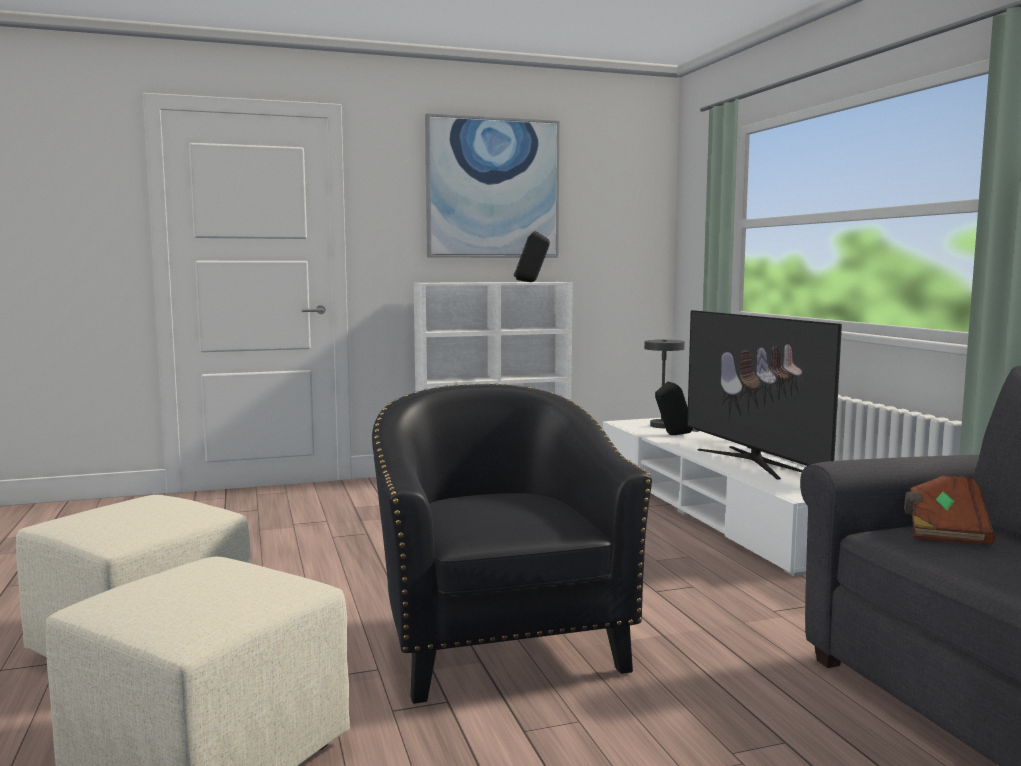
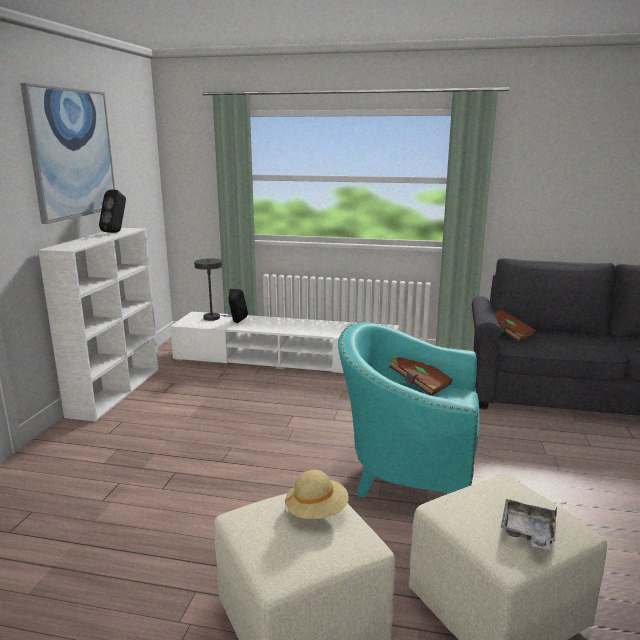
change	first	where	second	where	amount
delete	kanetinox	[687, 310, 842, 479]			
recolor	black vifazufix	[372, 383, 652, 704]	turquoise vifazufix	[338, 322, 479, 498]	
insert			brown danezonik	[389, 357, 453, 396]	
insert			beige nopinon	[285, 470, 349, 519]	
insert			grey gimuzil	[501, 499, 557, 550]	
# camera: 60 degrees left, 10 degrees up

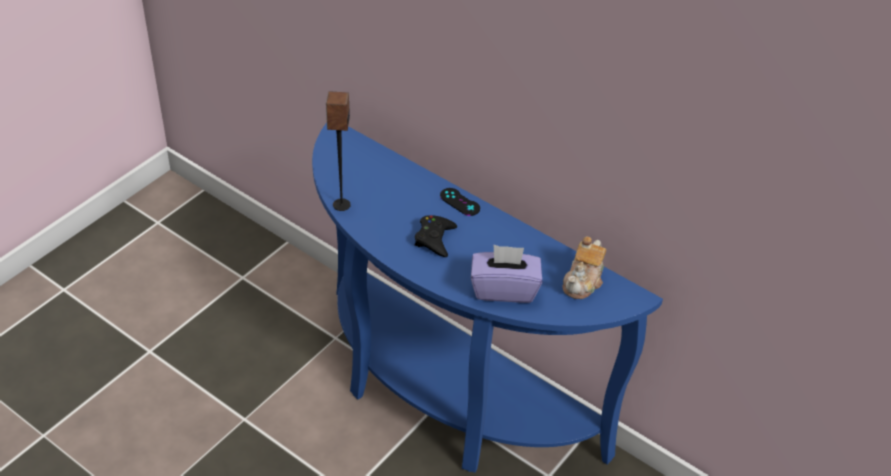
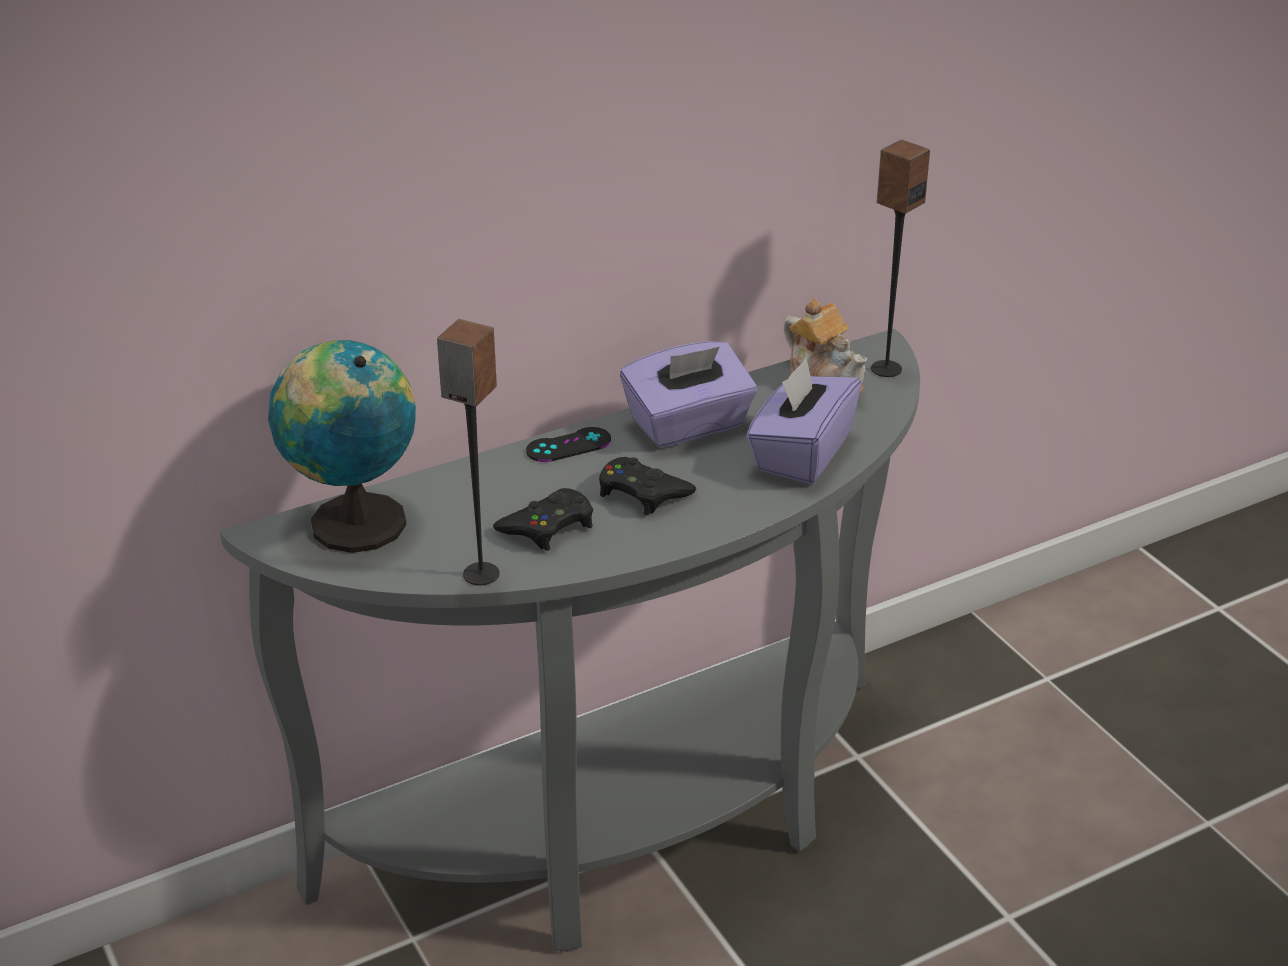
change	first	where	second	where	amount
recolor	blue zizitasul	[312, 123, 663, 473]	grey zizitasul	[220, 329, 920, 952]	
insert			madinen	[871, 140, 930, 377]	
insert			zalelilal	[268, 340, 416, 553]	
insert			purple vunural	[620, 341, 757, 448]	
insert			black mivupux	[493, 488, 593, 551]	
# camera: 65 degrees left, 10 degrees down

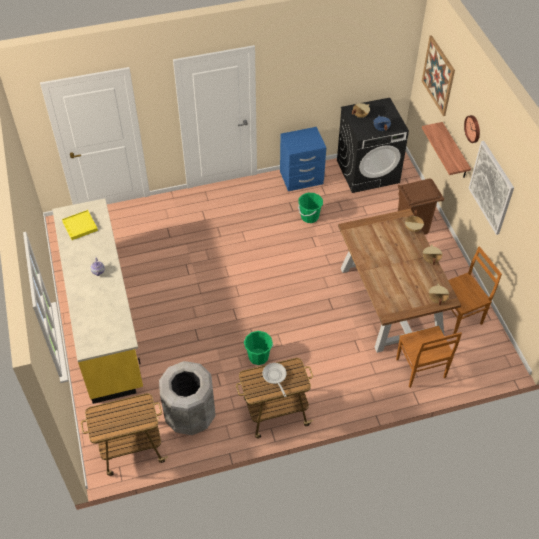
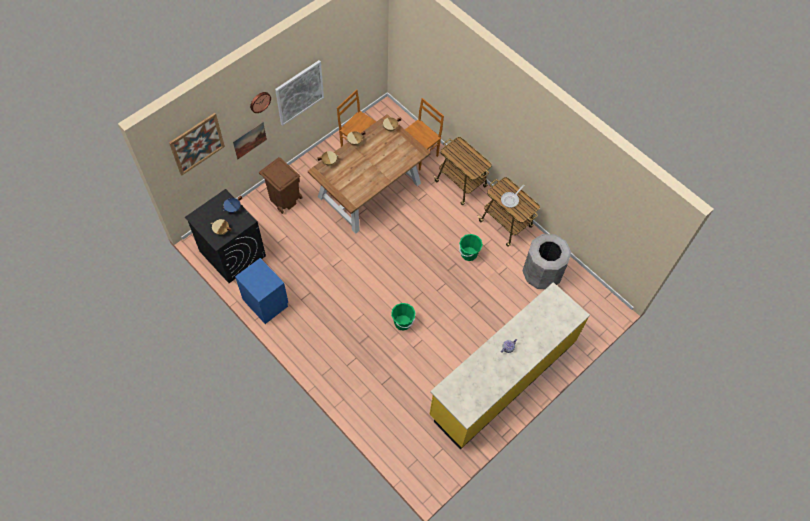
change	first	where	second	where	amount
replace	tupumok	[422, 122, 471, 178]	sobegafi	[233, 121, 267, 159]	
move	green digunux	[298, 193, 323, 223]		[391, 303, 416, 331]	
delete	yellow gimuzil	[62, 210, 98, 240]			
move	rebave	[81, 393, 168, 476]		[434, 137, 492, 205]	
# camera: 120 degrees left, 10 degrees up

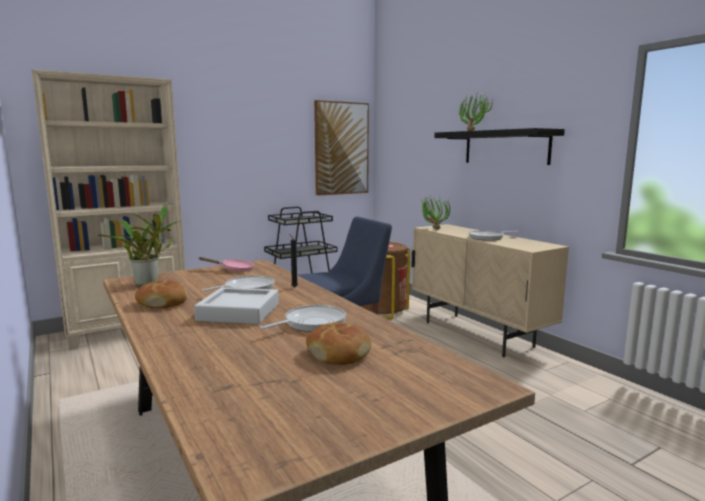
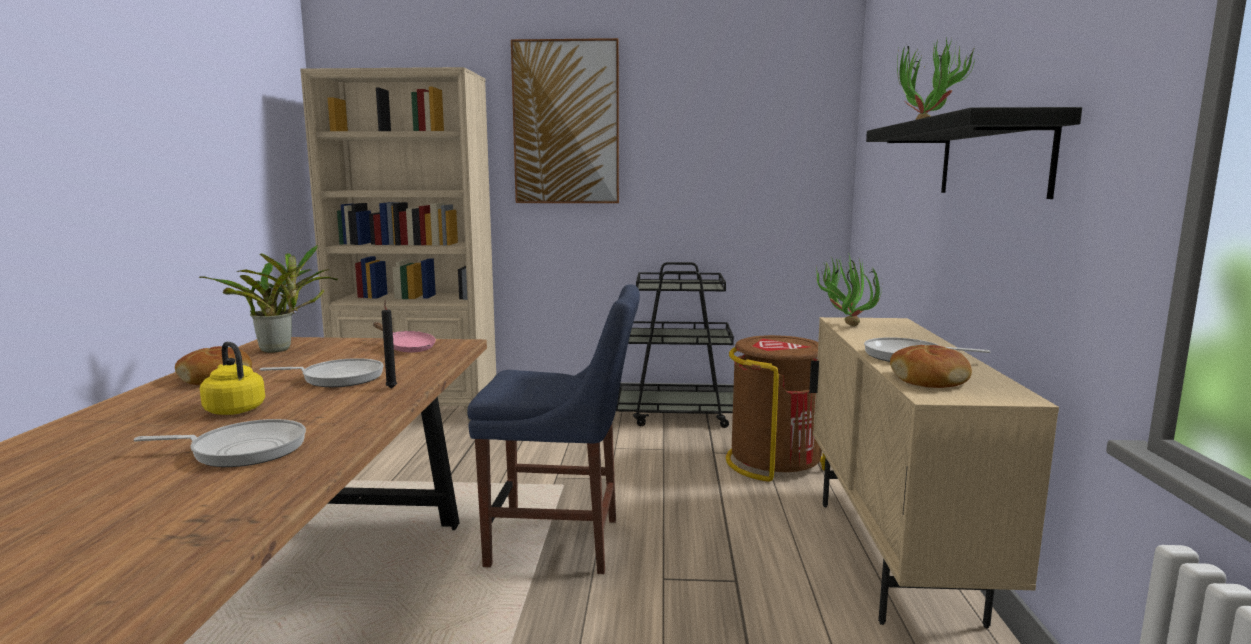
change	first	where	second	where	amount
move	sobegafi	[314, 100, 369, 196]		[511, 38, 619, 203]	
replace	grey gimuzil	[194, 287, 279, 324]	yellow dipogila	[200, 342, 265, 415]	
move	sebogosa	[306, 322, 371, 365]		[890, 345, 972, 388]	
# camera: 35 degrees right, 0 degrees up

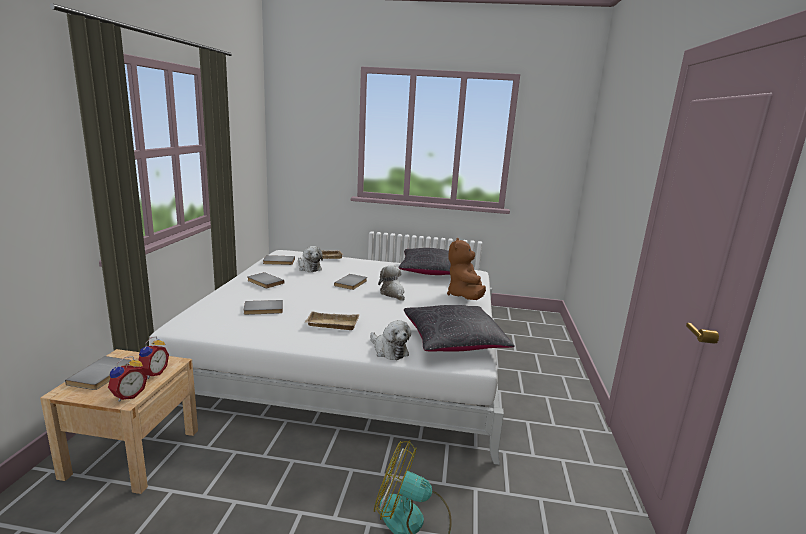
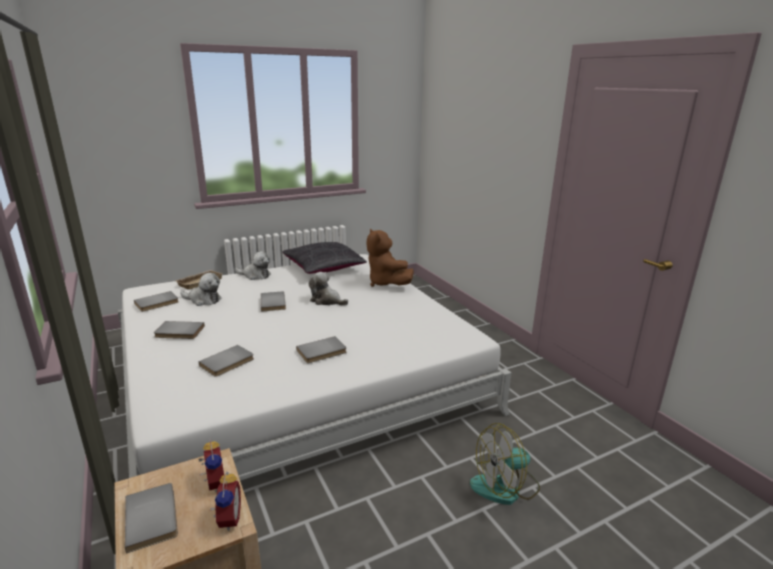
change	first	where	second	where	amount
delete	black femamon	[404, 305, 515, 352]			
replace	beige gimuzil	[305, 311, 360, 330]	grey danezonik	[296, 336, 346, 363]	
move	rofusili	[370, 320, 411, 360]		[235, 251, 271, 280]	
# camera: 35 degrees left, 5 degrees up

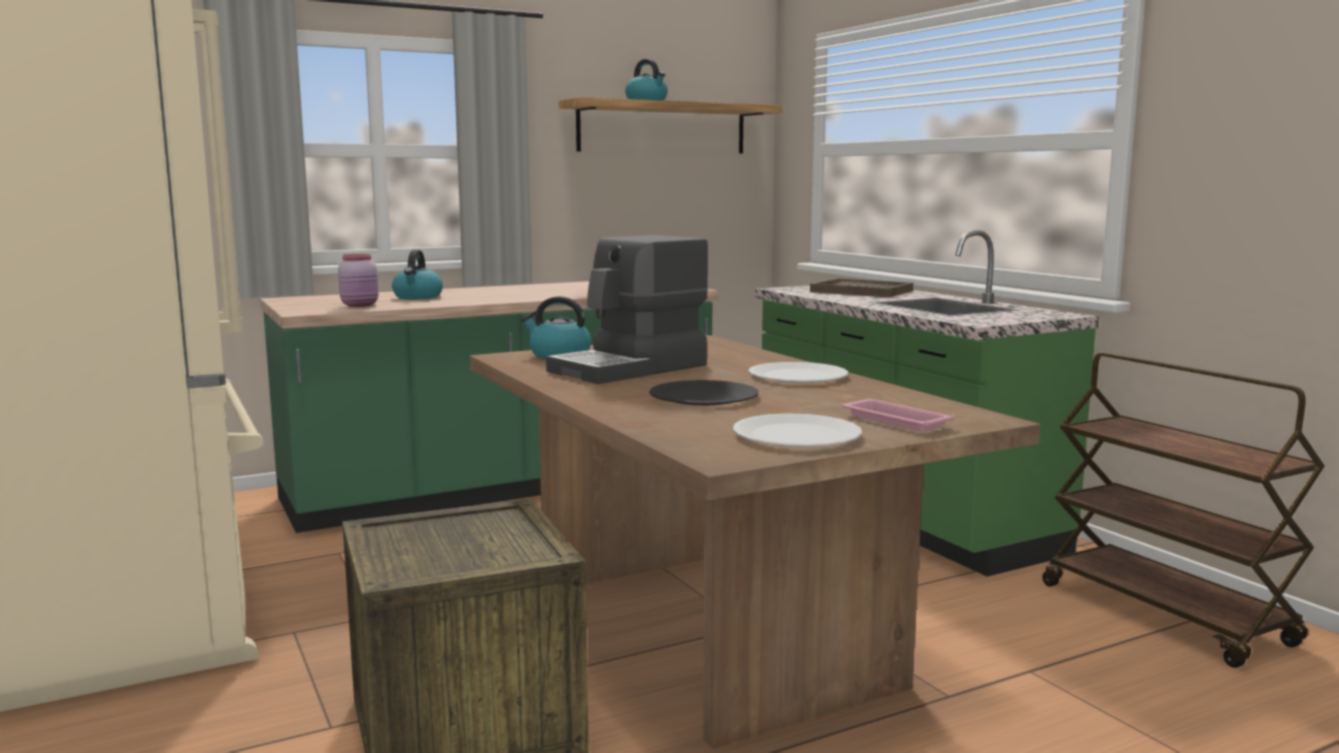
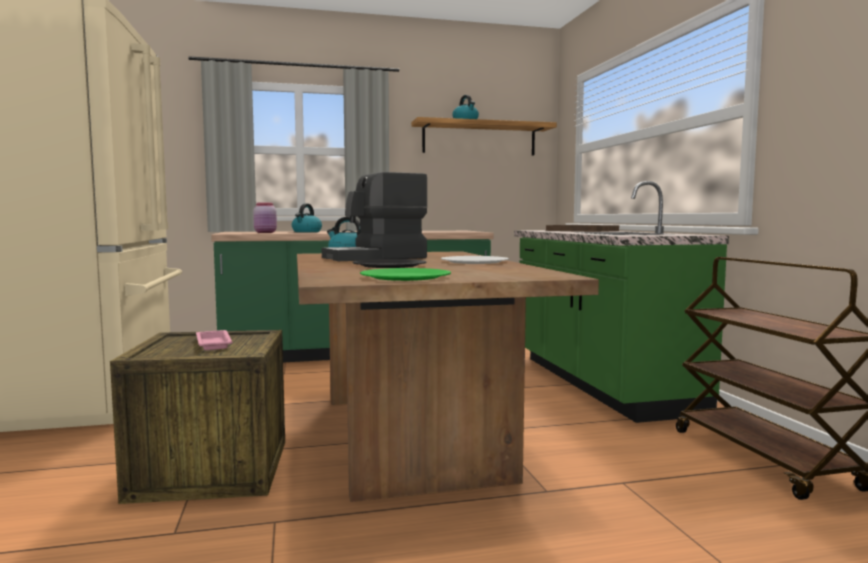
change	first	where	second	where	amount
move	pink gimuzil	[842, 399, 955, 432]		[196, 330, 233, 350]	
recolor	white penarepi	[733, 413, 862, 447]	green penarepi	[360, 268, 451, 281]	
# camera: 15 degrees right, 5 degrees down

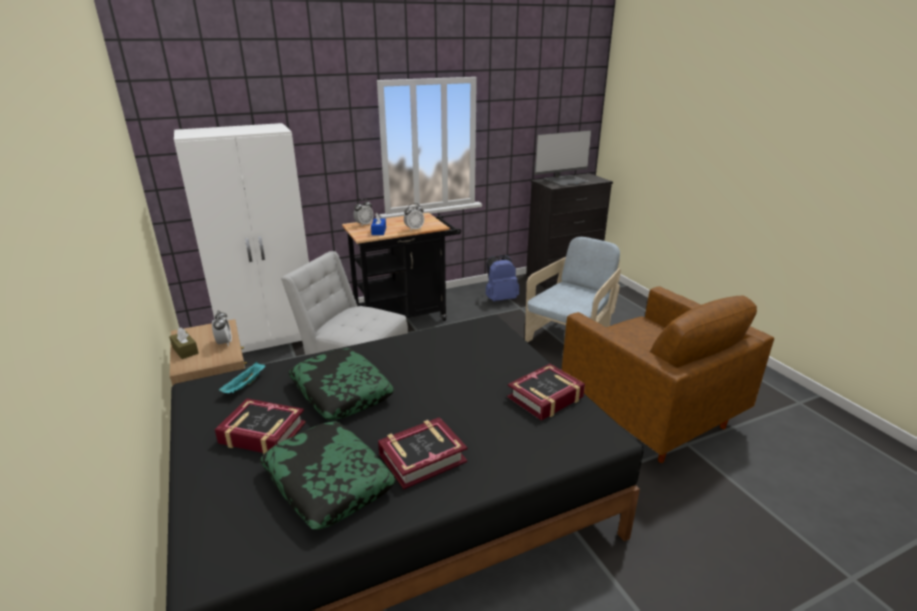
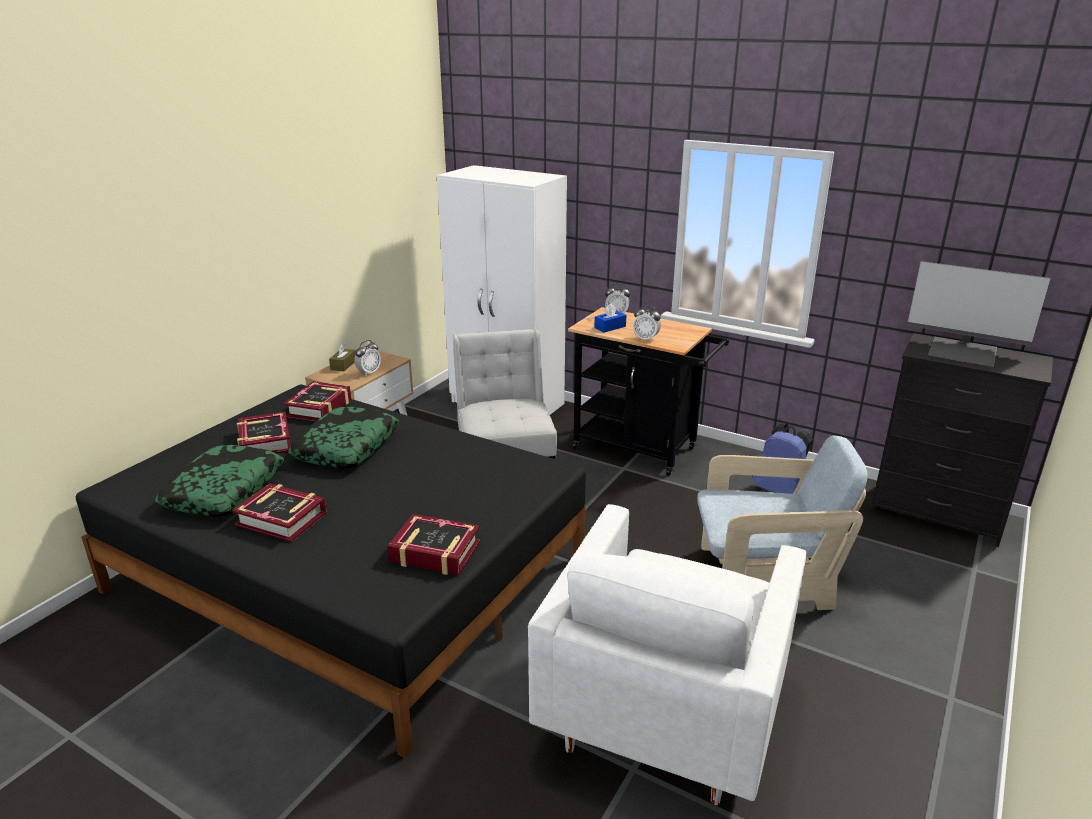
change	first	where	second	where	amount
recolor	brown vifazufix	[562, 286, 774, 463]	white vifazufix	[528, 504, 807, 805]	
replace	turquoise gimuzil	[219, 362, 265, 393]	danezonik	[283, 381, 352, 421]	
# camera: 55 degrees right, 0 degrees up

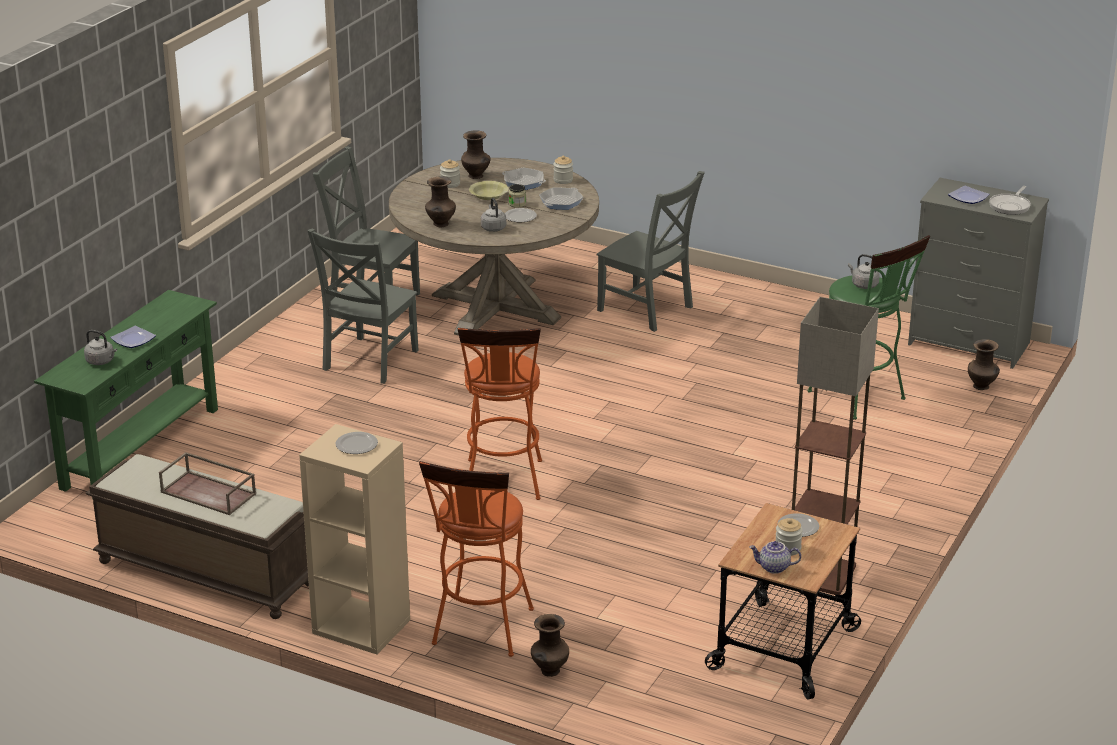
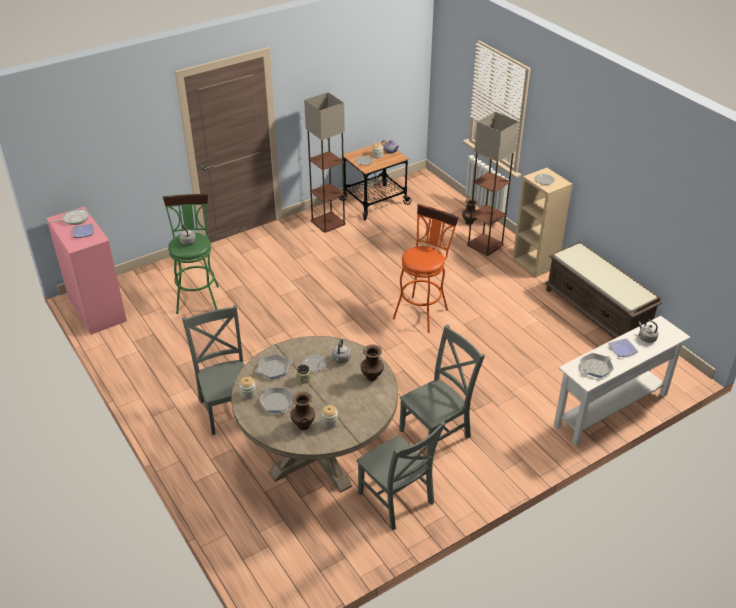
change	first	where	second	where	amount
recolor	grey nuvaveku	[908, 178, 1049, 369]	pink nuvaveku	[46, 207, 127, 335]	
delete	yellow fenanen	[469, 181, 509, 200]			
recolor	green zizitasul	[34, 290, 218, 499]	white zizitasul	[554, 316, 690, 446]	
delete	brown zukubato	[968, 339, 1000, 390]			
delete	brown gimuzil	[159, 452, 256, 515]			
replace	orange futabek	[419, 461, 534, 657]	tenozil	[467, 112, 519, 256]	
insert			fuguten	[580, 353, 614, 378]	
# camera: 150 degrees left, 10 degrees up

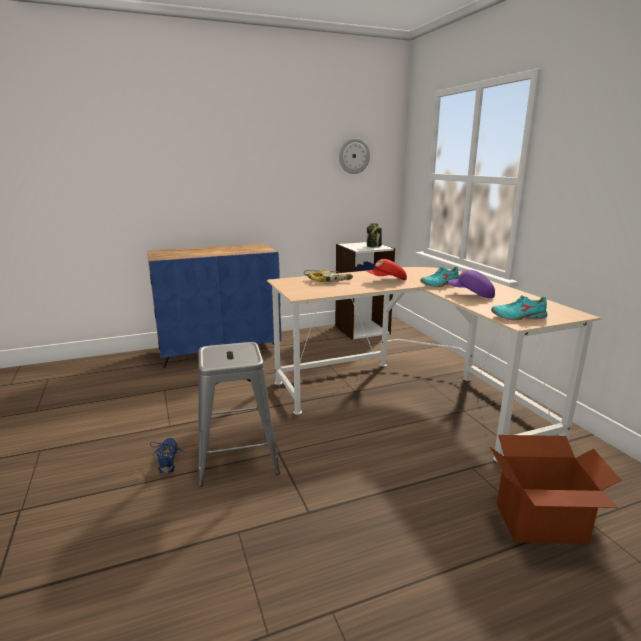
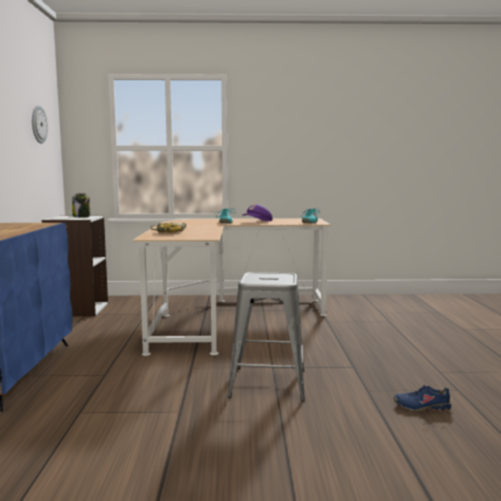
change	first	where	second	where	amount
delete	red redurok	[367, 259, 407, 280]			
delete	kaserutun	[490, 435, 622, 544]			
move	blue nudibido	[150, 438, 183, 474]		[394, 384, 451, 412]	
# camera: 70 degrees left, 10 degrees down

